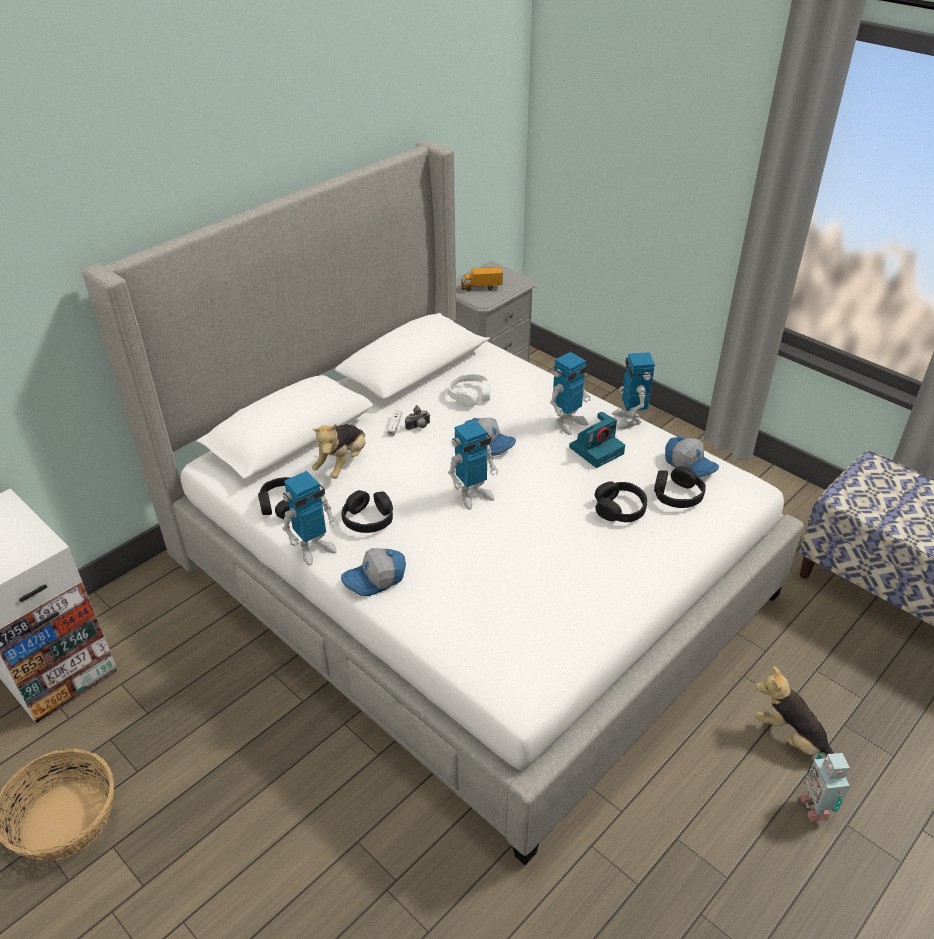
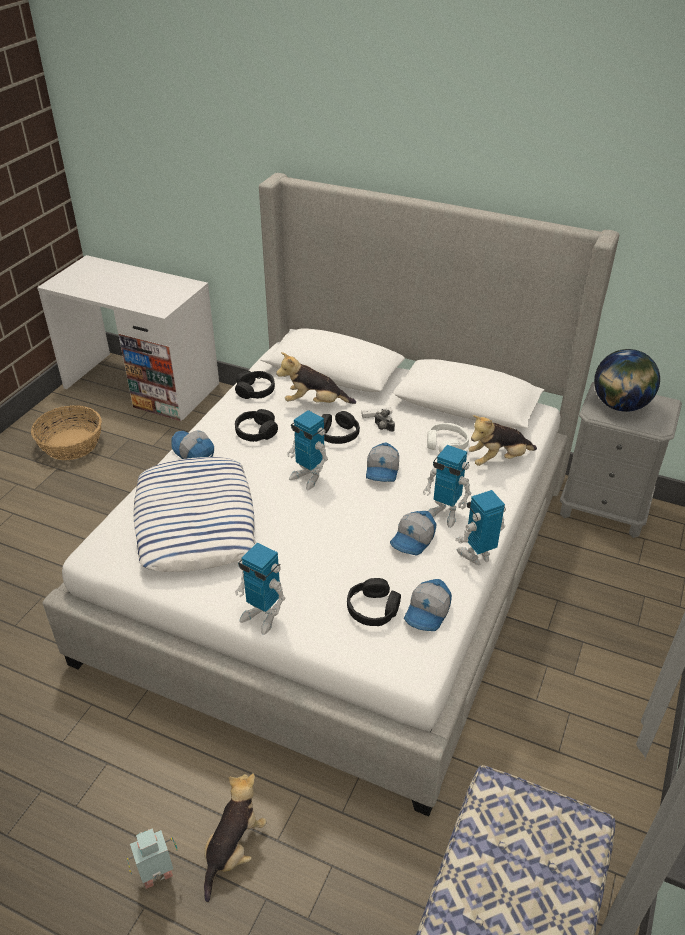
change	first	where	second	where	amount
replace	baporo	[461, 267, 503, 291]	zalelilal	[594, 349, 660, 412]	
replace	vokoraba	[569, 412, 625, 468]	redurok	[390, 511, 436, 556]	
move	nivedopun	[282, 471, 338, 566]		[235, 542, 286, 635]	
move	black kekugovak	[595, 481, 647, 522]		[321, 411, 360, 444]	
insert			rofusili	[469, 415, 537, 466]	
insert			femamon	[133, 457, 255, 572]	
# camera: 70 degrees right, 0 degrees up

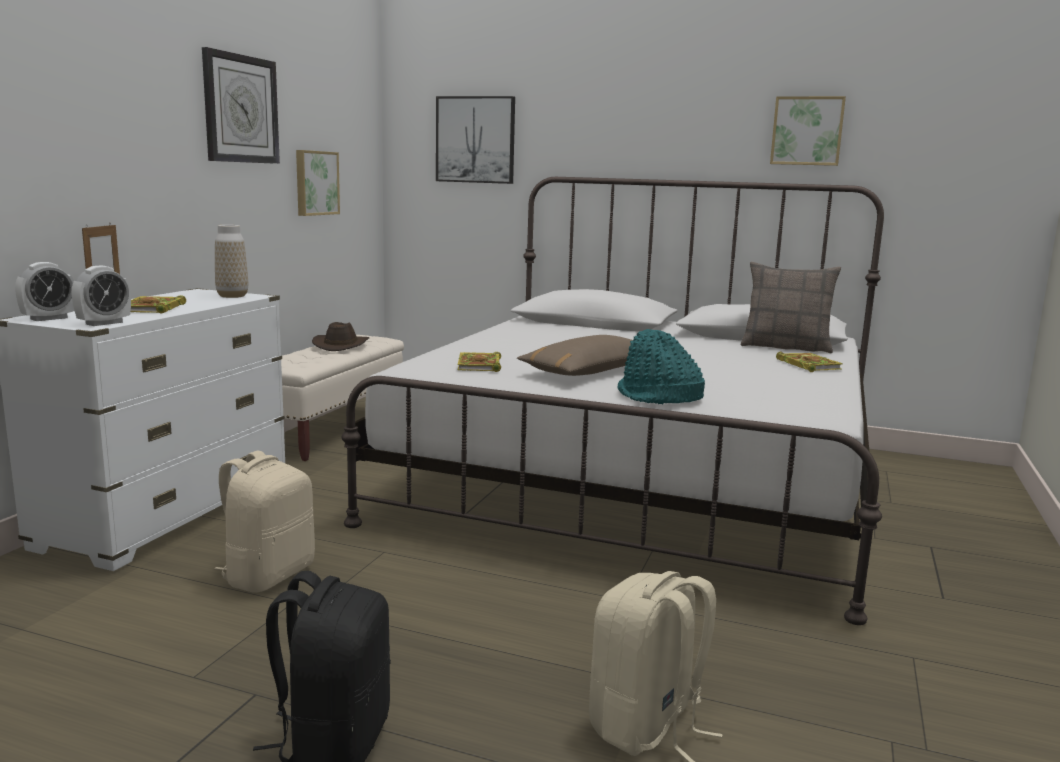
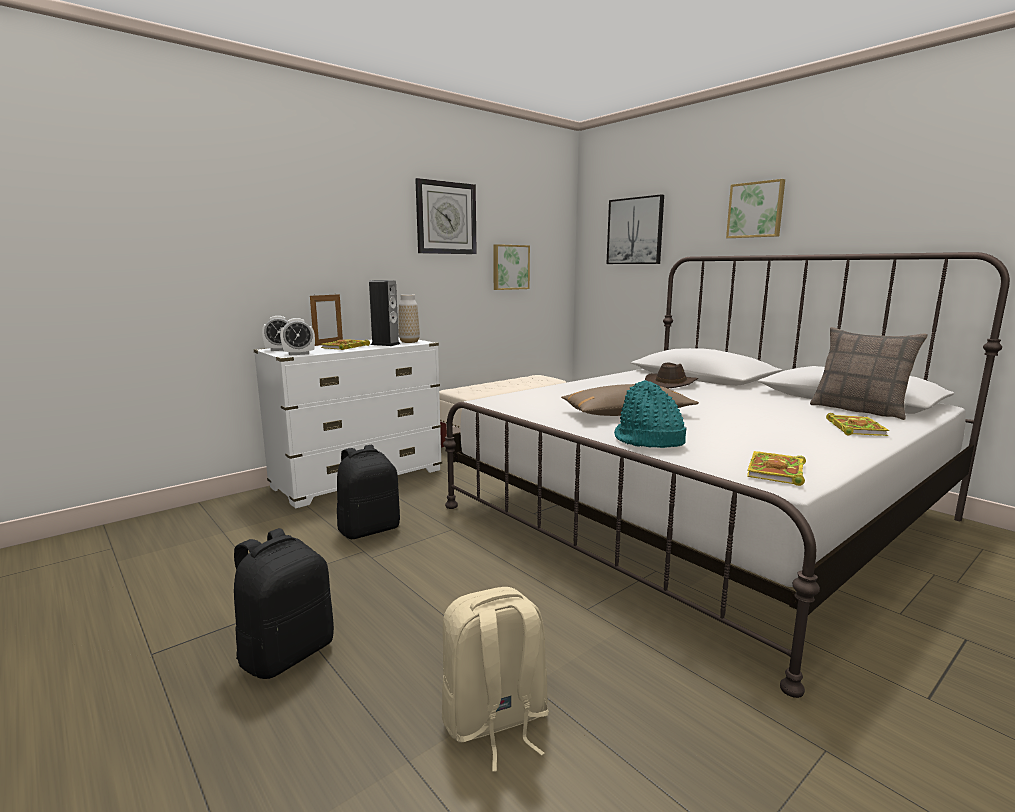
change	first	where	second	where	amount
move	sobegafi	[770, 96, 846, 166]		[726, 179, 785, 238]	
move	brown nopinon	[312, 322, 370, 351]		[645, 363, 698, 388]	
move	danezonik	[458, 352, 501, 372]		[747, 451, 806, 486]	
recolor	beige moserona	[215, 451, 315, 592]	black moserona	[337, 445, 400, 539]	
insert			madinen	[369, 280, 400, 346]	
# camera: 30 degrees right, 0 degrees up

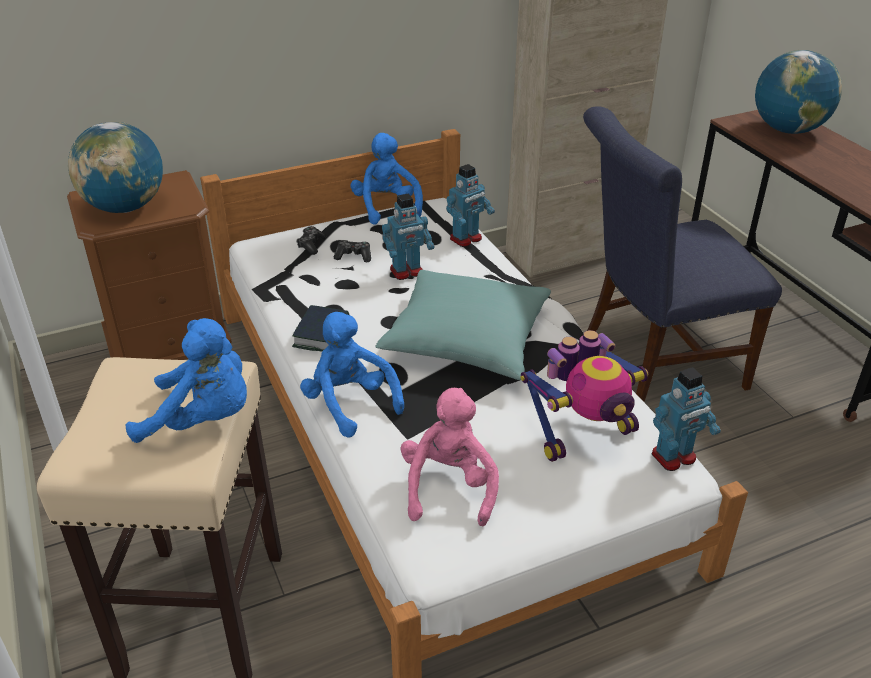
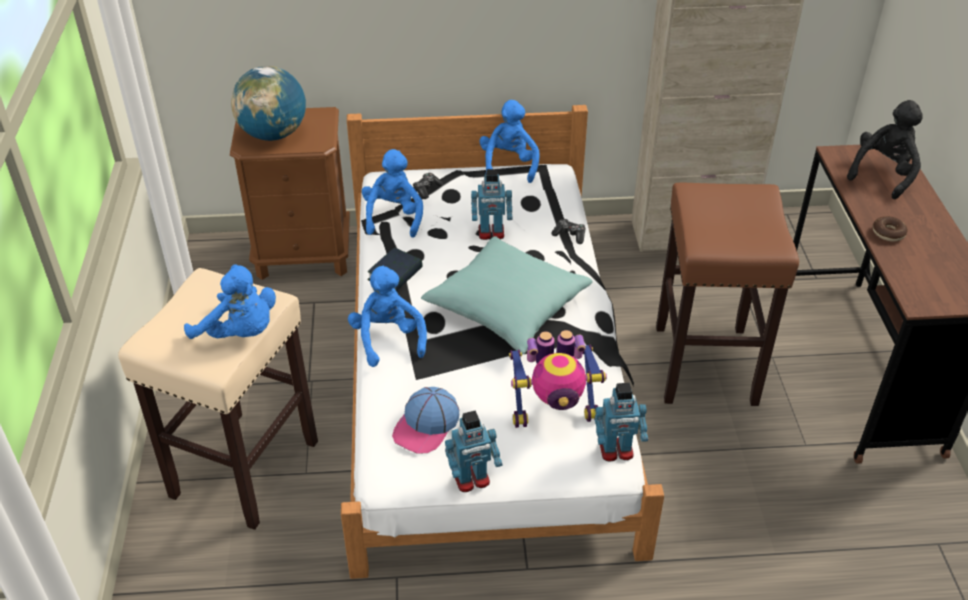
change	first	where	second	where	amount
replace	zalelilal	[755, 50, 842, 134]	black rofusili	[847, 100, 923, 199]	
replace	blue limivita	[583, 106, 782, 402]	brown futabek	[656, 182, 799, 406]	
move	nivedopun	[446, 164, 495, 247]		[445, 411, 503, 492]	
move	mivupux	[334, 240, 371, 262]		[552, 219, 585, 244]	
replace	pink rofusili	[400, 388, 499, 526]	redurok	[392, 387, 460, 454]	
insert			blue rofusili	[362, 149, 423, 238]	
insert			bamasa	[873, 216, 908, 242]	
# camera: 20 degrees right, 5 degrees up

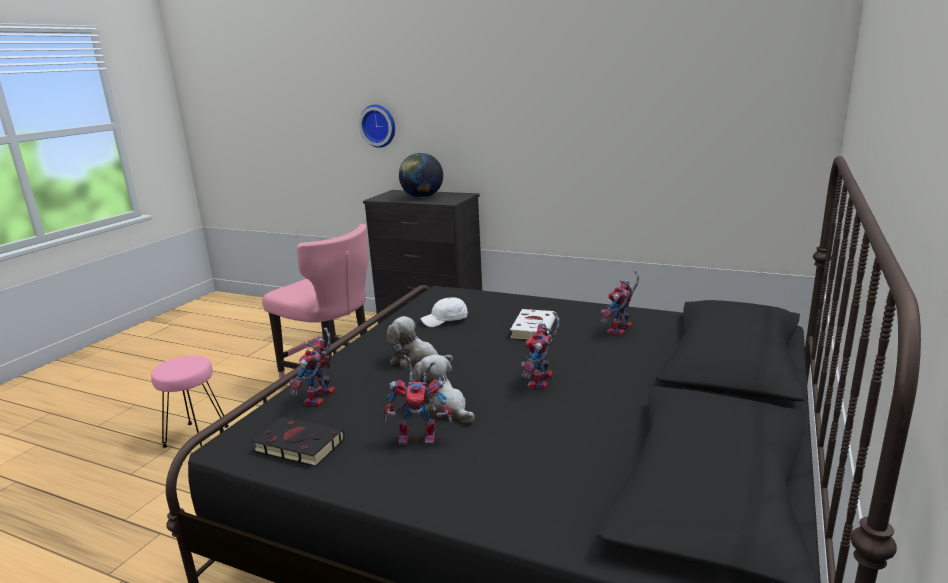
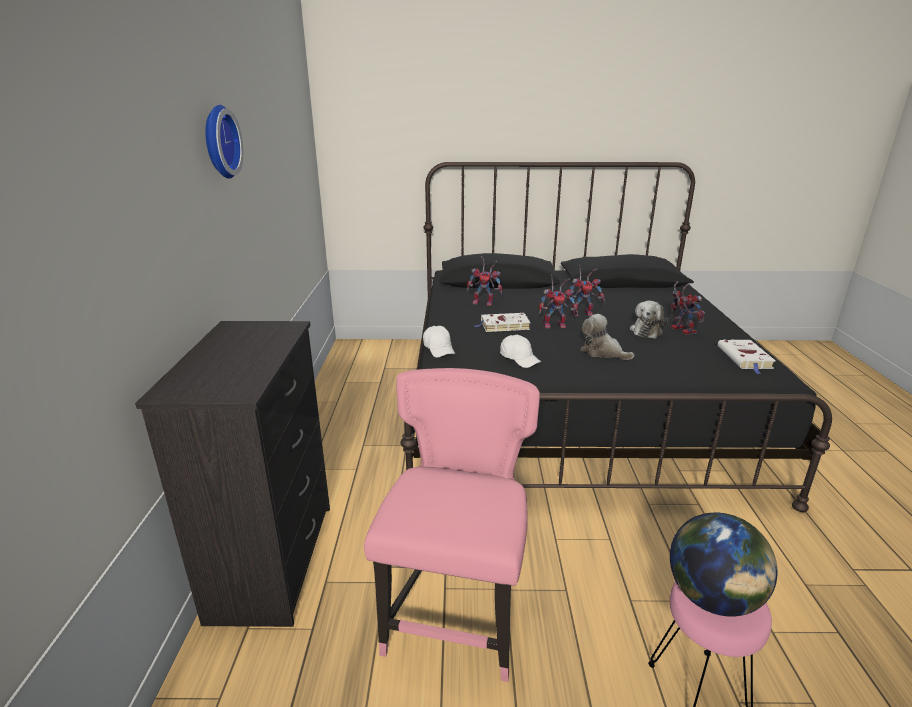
change	first	where	second	where	amount
move	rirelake	[359, 105, 395, 148]		[205, 105, 243, 179]	
move	zalelilal	[399, 153, 443, 198]		[670, 513, 778, 617]	
rotate	rofusili	[386, 316, 453, 369]		[580, 314, 634, 360]	135 degrees clockwise
move	nivedopun	[289, 328, 335, 406]		[538, 275, 578, 328]	
recolor	black danezonik	[252, 417, 345, 467]	white danezonik	[718, 339, 776, 374]	
insert			white redurok	[423, 326, 455, 358]	
# camera: 115 degrees left, 5 degrees up

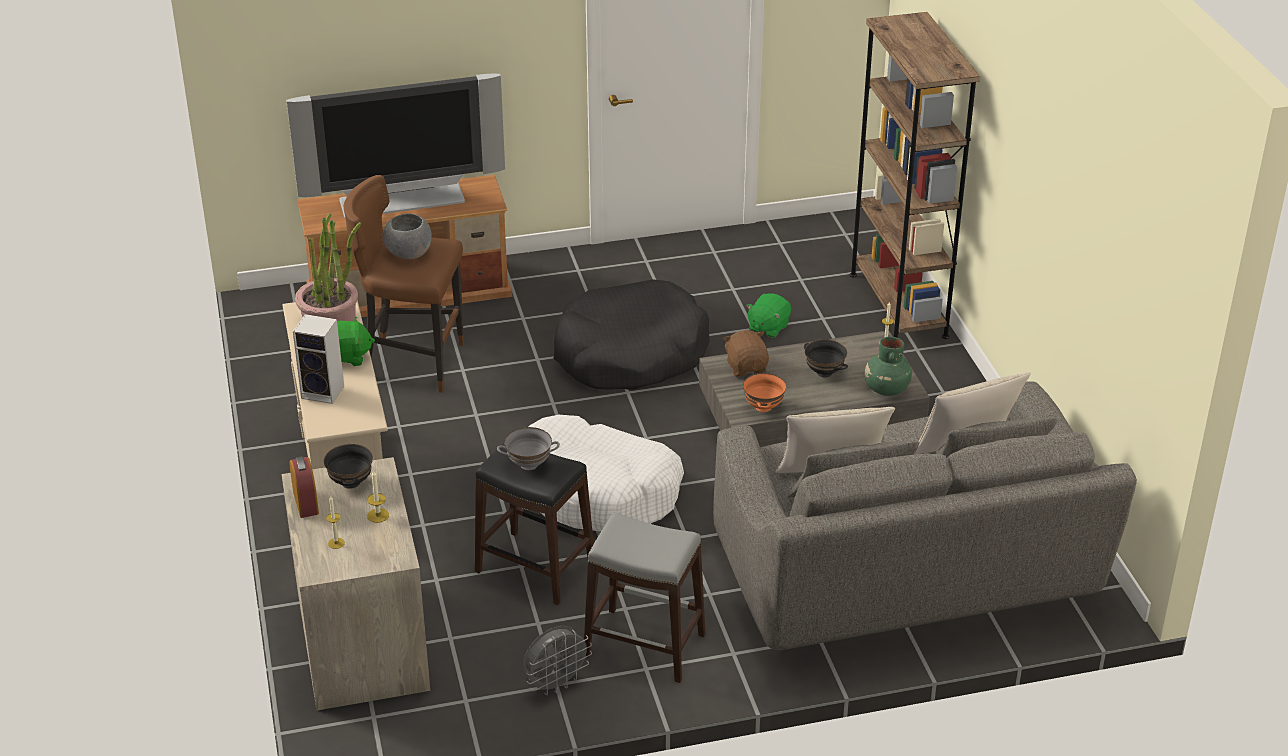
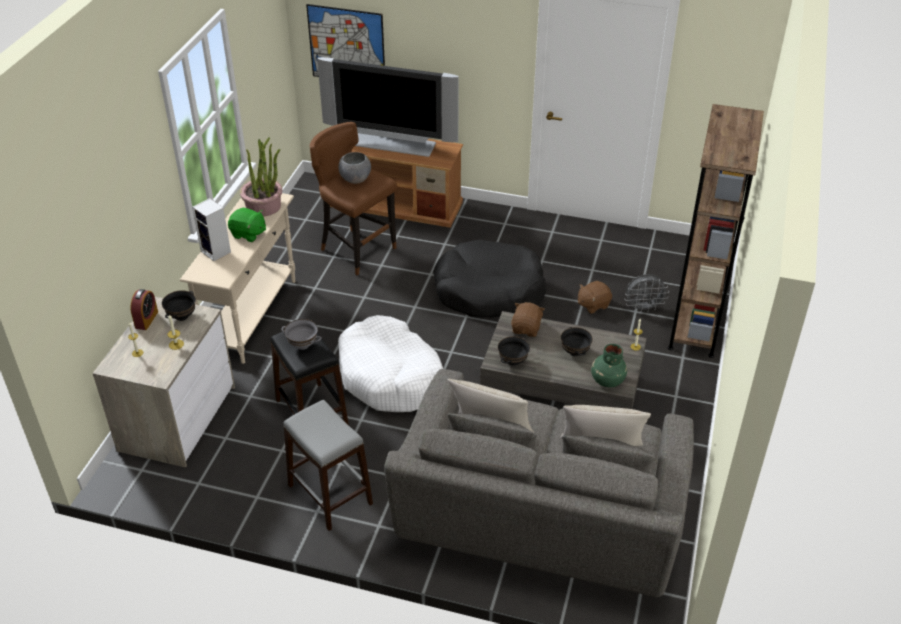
change	first	where	second	where	amount
recolor	green rofusili	[746, 293, 791, 338]	brown rofusili	[578, 281, 612, 314]	
recolor	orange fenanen	[743, 373, 786, 412]	black fenanen	[498, 336, 530, 366]	
move	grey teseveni	[523, 626, 592, 695]		[624, 274, 669, 313]	
insert			sobegafi	[306, 4, 385, 77]	
# camera: 30 degrees right, 5 degrees up

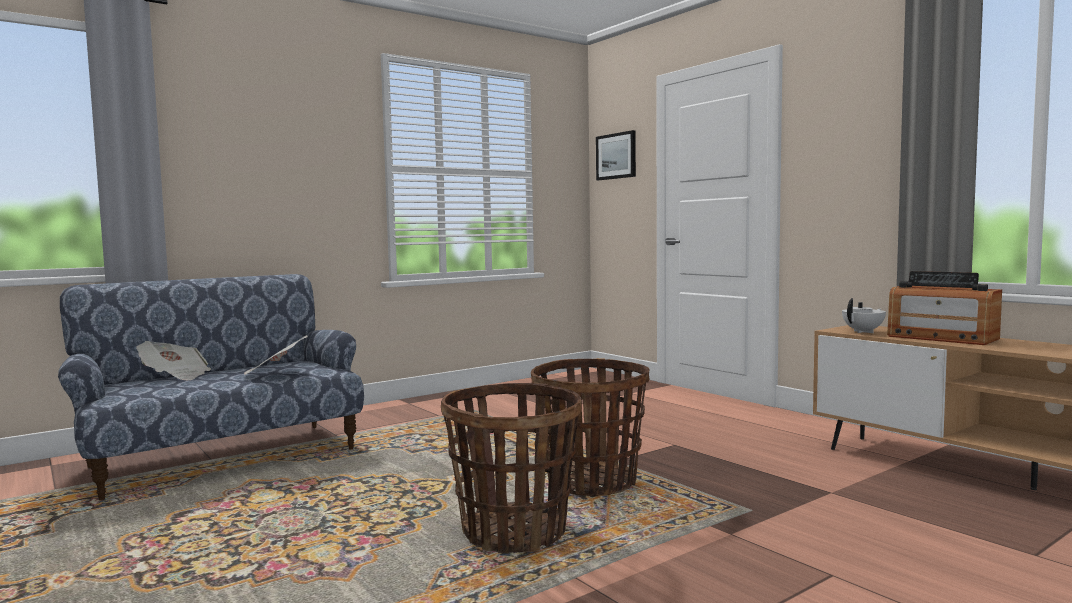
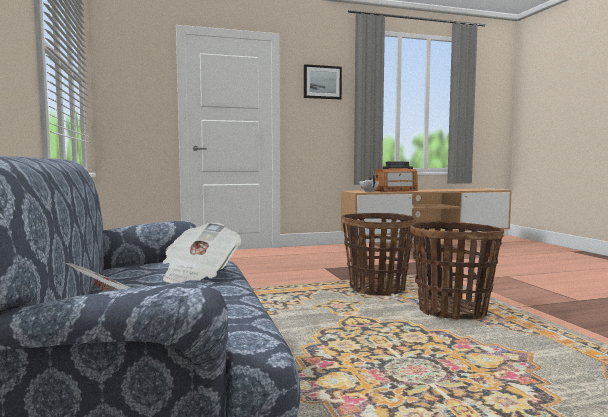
change	first	where	second	where	amount
move	sobegafi	[596, 130, 636, 180]		[304, 64, 342, 99]	
# camera: 70 degrees left, 0 degrees up

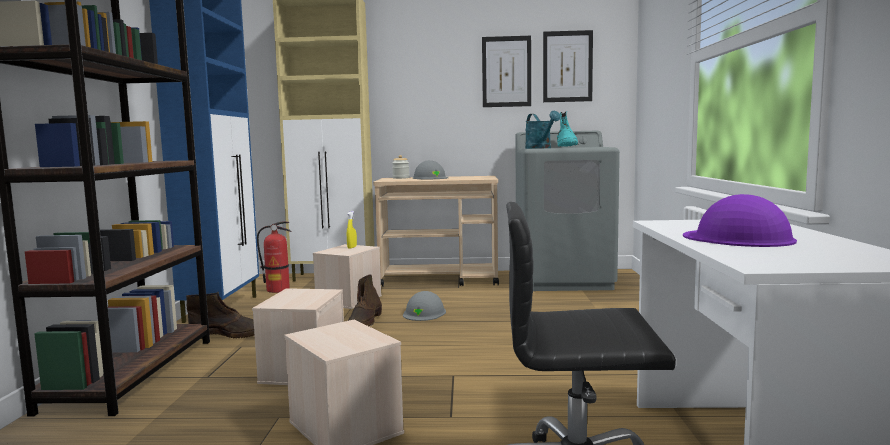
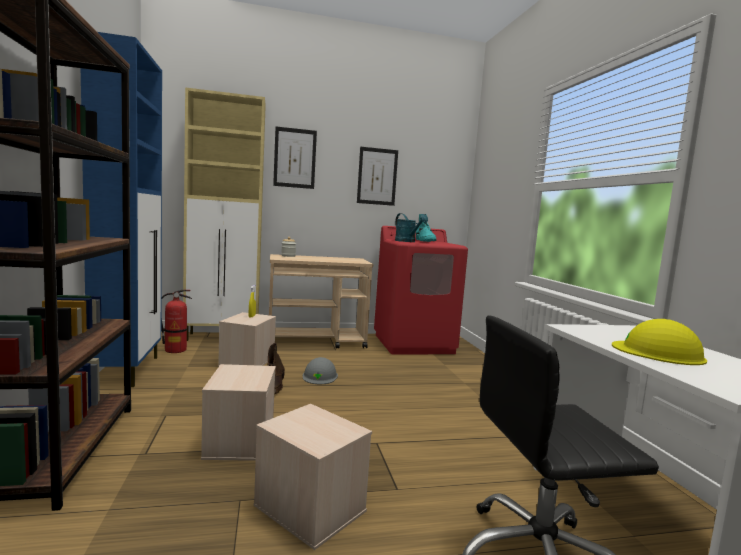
change	first	where	second	where	amount
move	sobegafi	[543, 30, 593, 102]		[273, 127, 317, 189]	
recolor	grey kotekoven	[515, 131, 620, 291]	red kotekoven	[374, 226, 468, 354]	
delete	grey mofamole	[413, 160, 449, 179]			
recolor	purple mofamole	[683, 194, 797, 247]	yellow mofamole	[612, 319, 707, 365]	
delete	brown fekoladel	[186, 292, 254, 339]			
# camera: 15 degrees left, 0 degrees up

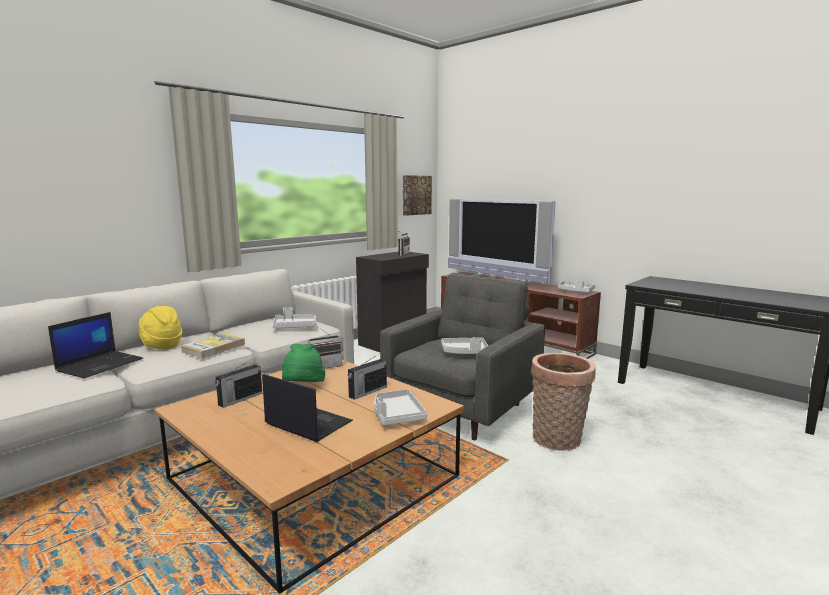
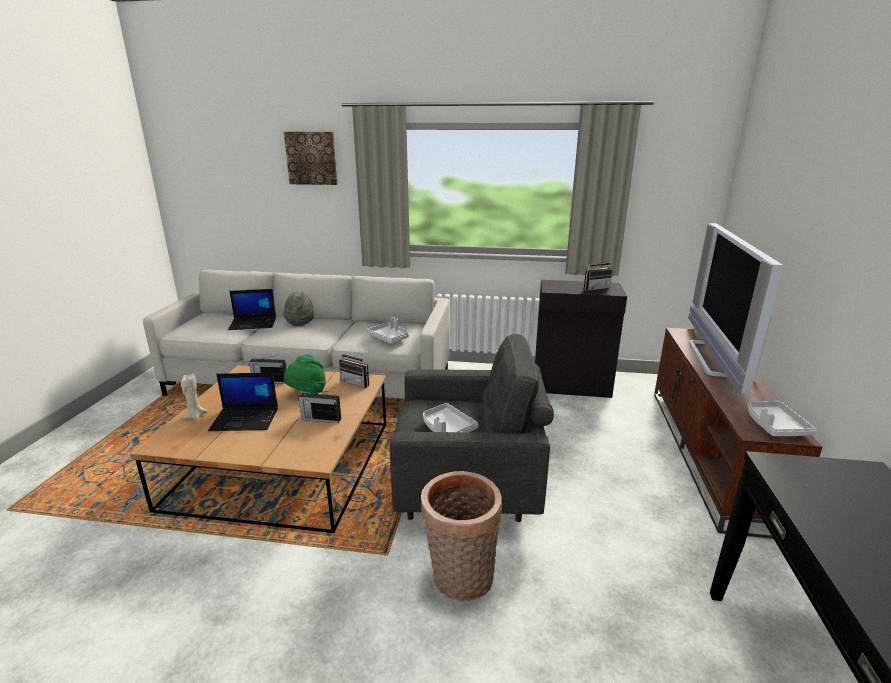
change	first	where	second	where	amount
move	sobegafi	[403, 175, 432, 216]		[284, 132, 338, 185]	
recolor	yellow nopinon	[139, 306, 182, 350]	grey nopinon	[283, 292, 314, 326]	
delete	danezonik	[181, 333, 245, 359]			
rotate	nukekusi	[262, 374, 353, 442]		[208, 373, 278, 431]	90 degrees clockwise
delete	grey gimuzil	[374, 389, 427, 425]			
insert			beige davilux	[181, 374, 208, 420]	
# camera: 55 degrees right, 10 degrees up

